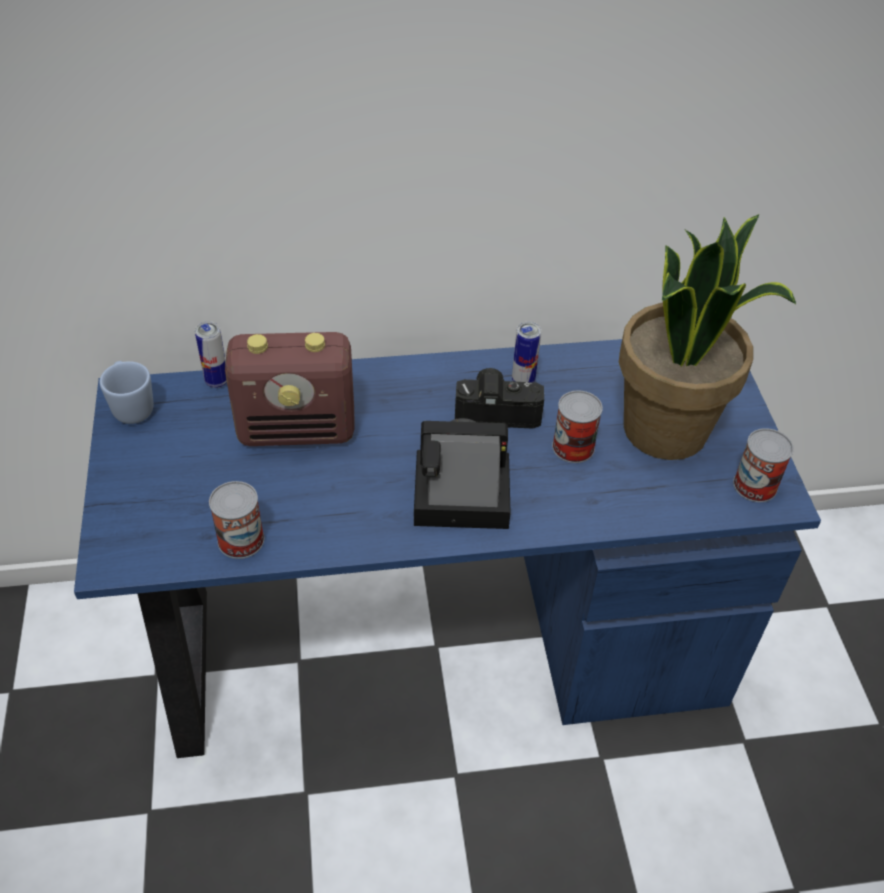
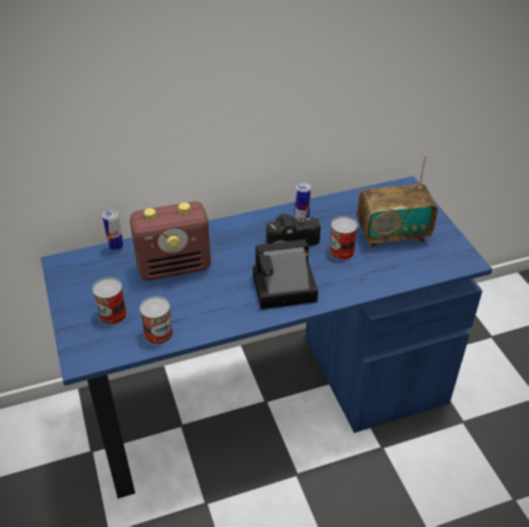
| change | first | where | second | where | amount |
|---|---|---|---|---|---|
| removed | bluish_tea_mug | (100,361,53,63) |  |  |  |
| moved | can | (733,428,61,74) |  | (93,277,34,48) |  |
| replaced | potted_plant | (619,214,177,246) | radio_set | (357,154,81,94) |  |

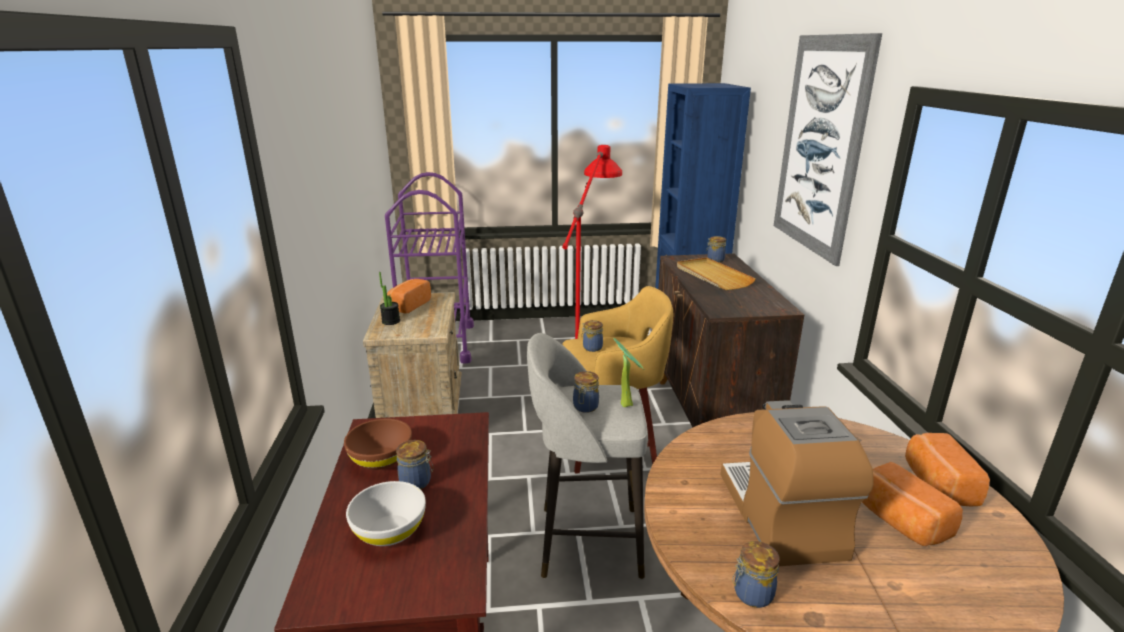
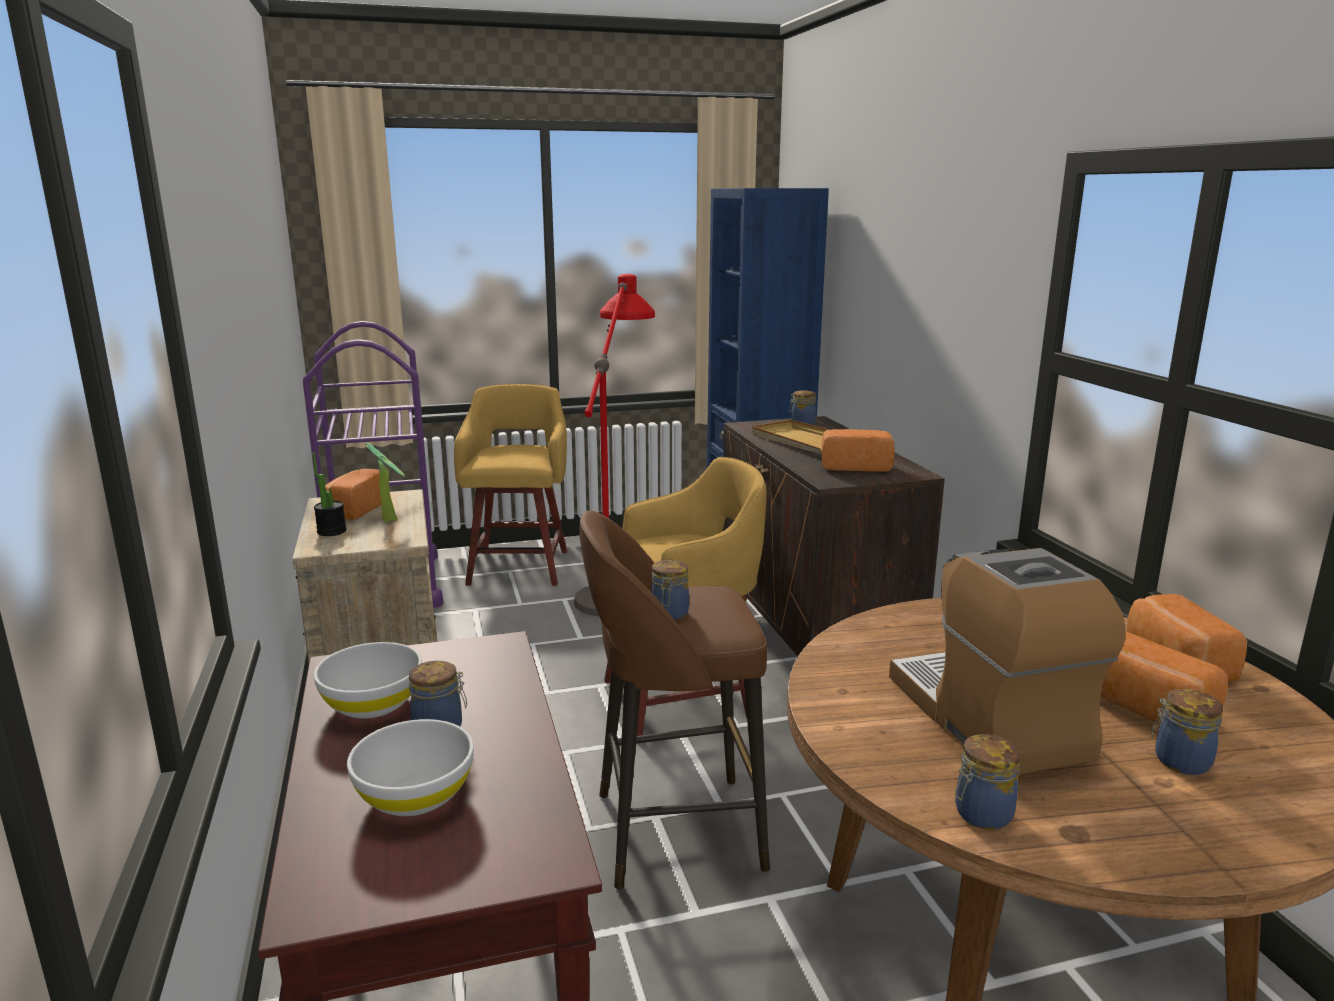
| change | first | where | second | where | amount |
|---|---|---|---|---|---|
| removed | picture | (774,33,108,233) |  |  |  |
| added |  |  | yellow-coloured_sitting_stool | (454,384,113,202) |  |
| added |  |  | bakery_bread | (822,429,73,43) |  |
| moved | storage_jar | (581,320,22,32) |  | (1151,689,72,86) |  |
| moved | potted_plant | (613,338,32,69) |  | (365,442,40,80) |  |
| recoloured | brown_bowl | (344,419,68,51) | white-coloured_bowl | (314,642,108,77) |  |
| recoloured | grey_sitting_stool | (527,333,121,246) | brown_sitting_stool | (579,510,191,380) |  |

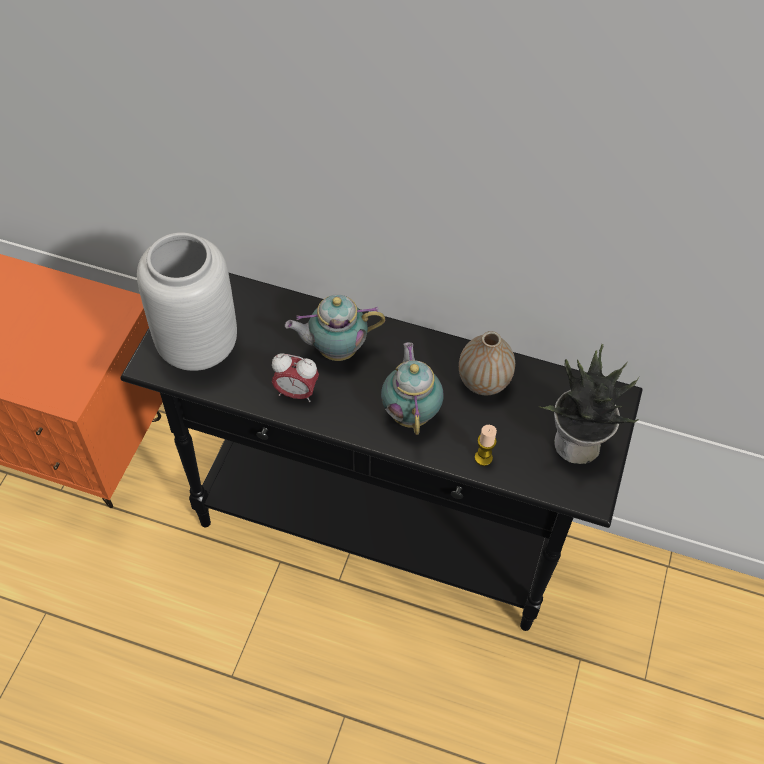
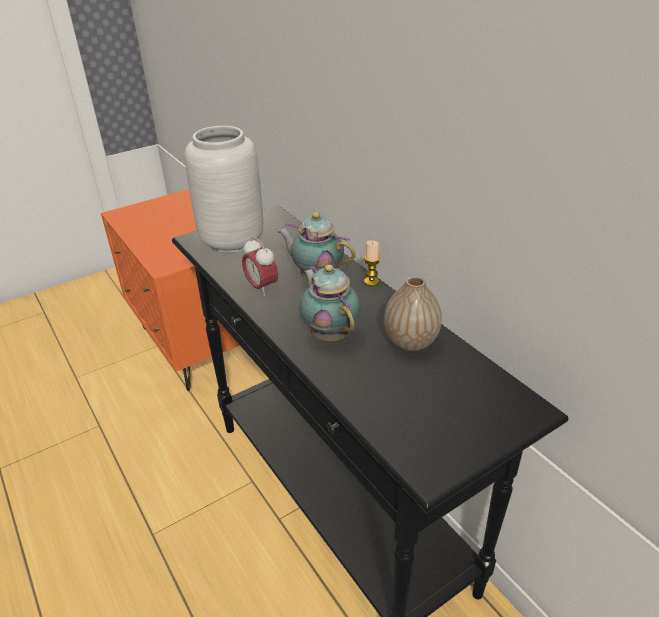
| change | first | where | second | where | amount |
|---|---|---|---|---|---|
| removed | potted_plant | (539,344,101,120) |  |  |  |
| moved | wax_light | (475,425,22,41) |  | (364,240,16,46) |  |
| turned | teapot | (381,342,62,93) |  | (300,265,60,76) | 60 degrees counterclockwise |

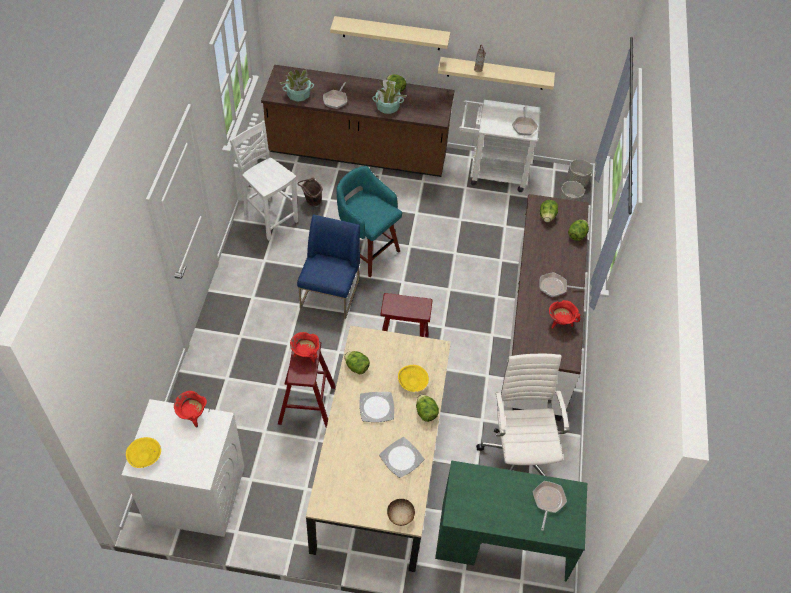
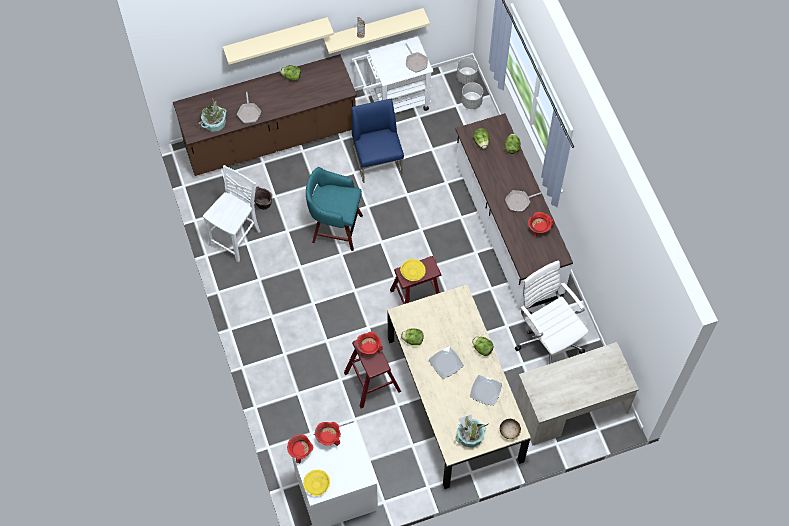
| change | first | where | second | where | amount |
|---|---|---|---|---|---|
| removed | skillet | (533,481,34,50) |  |  |  |
| added |  |  | red_stockpot | (287,434,26,30) |  |
| moved | bluish_upright_chair | (297,214,63,105) |  | (351,98,53,85) |  |
| moved | potted_plant | (372,79,35,35) |  | (455,414,33,34) |  |
| moved | yellow-coloured_bowl | (398,365,31,27) |  | (400,259,25,22) |  |
| recoloured | green-coloured_desk_unit | (435,460,152,121) | beige_desk_unit | (515,342,124,104) |  |
| turned | white-coloured_upright_chair | (230,121,68,120) |  | (203,165,58,97) | 105 degrees clockwise |

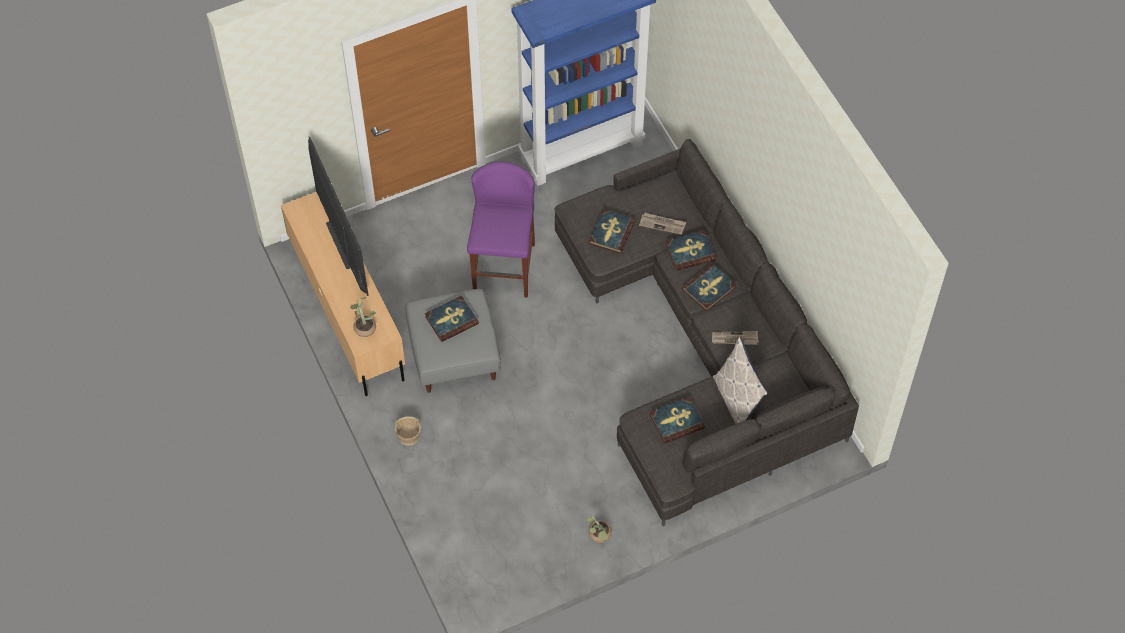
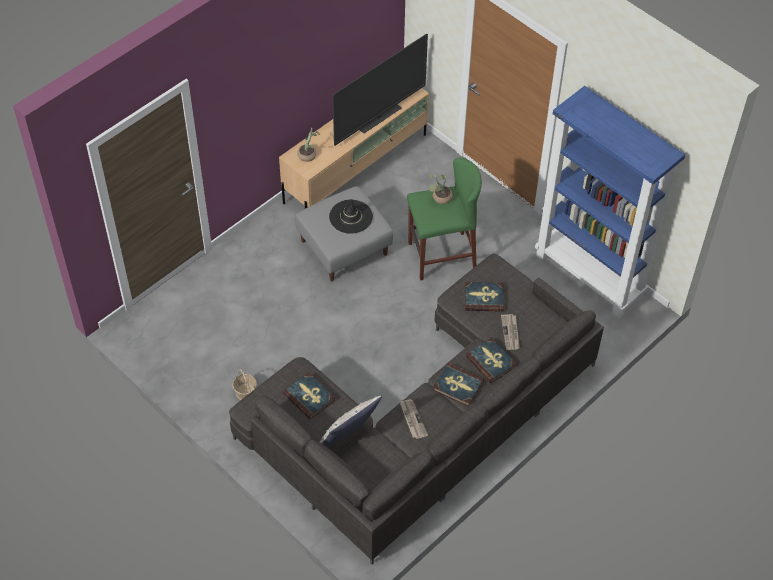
| change | first | where | second | where | amount |
|---|---|---|---|---|---|
| moved | storage_basket | (394,416,27,30) |  | (232,369,25,31) |  |
| moved | potted_plant | (587,516,25,27) |  | (429,174,24,30) |  |
| replaced | book | (425,295,54,47) | black_wearable_hat | (329,199,44,35) |  |
| recoloured | purplish_sitting_stool | (467,162,68,136) | green-coloured_sitting_stool | (407,158,75,123) |  |

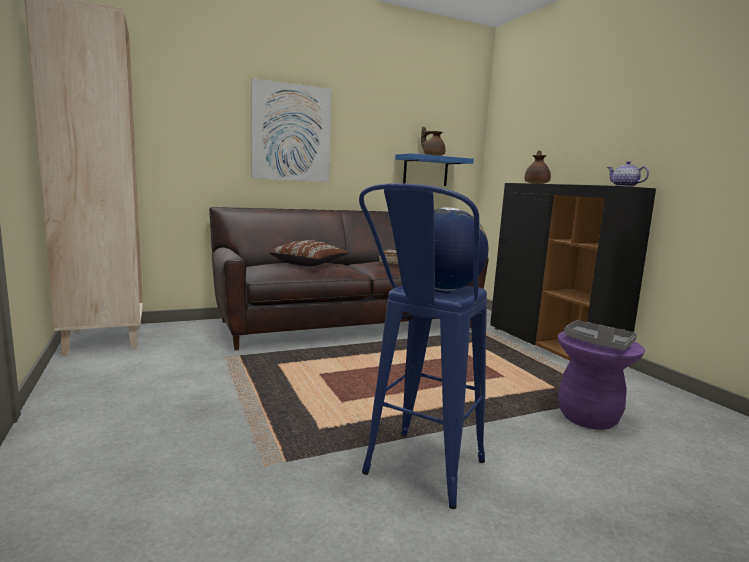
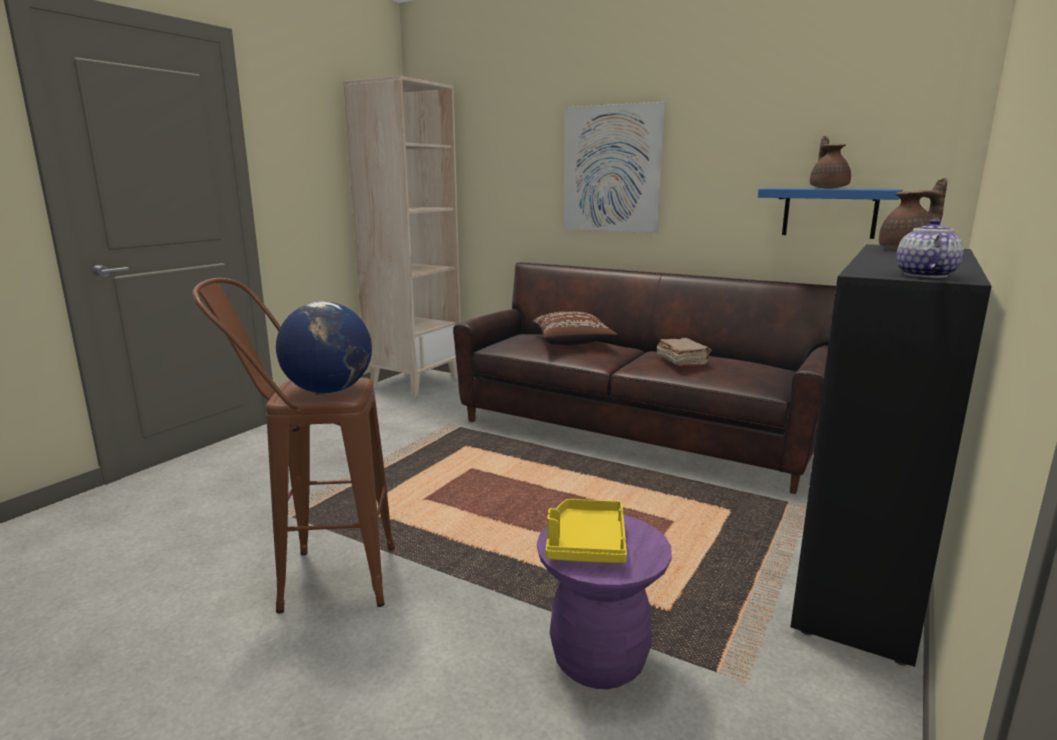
| change | first | where | second | where | amount |
|---|---|---|---|---|---|
| recoloured | bluish_sitting_stool | (359,183,128,326) | brown_sitting_stool | (193,278,202,335) |  |
| recoloured | grey_tray | (564,320,73,30) | yellow-coloured_tray | (546,499,81,64) |  |

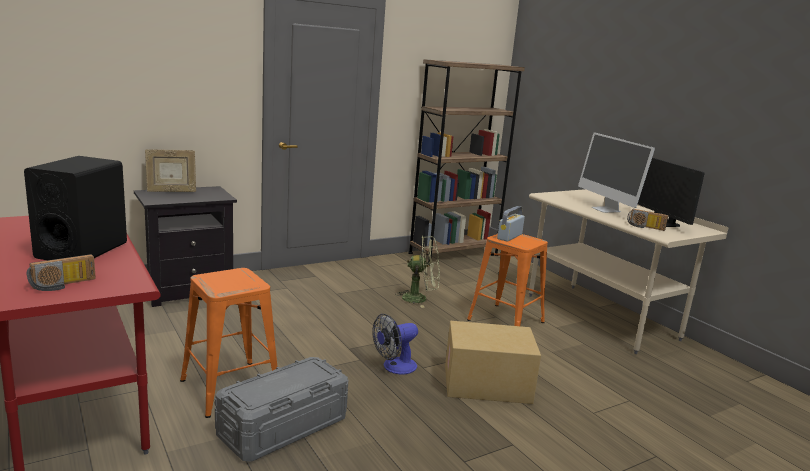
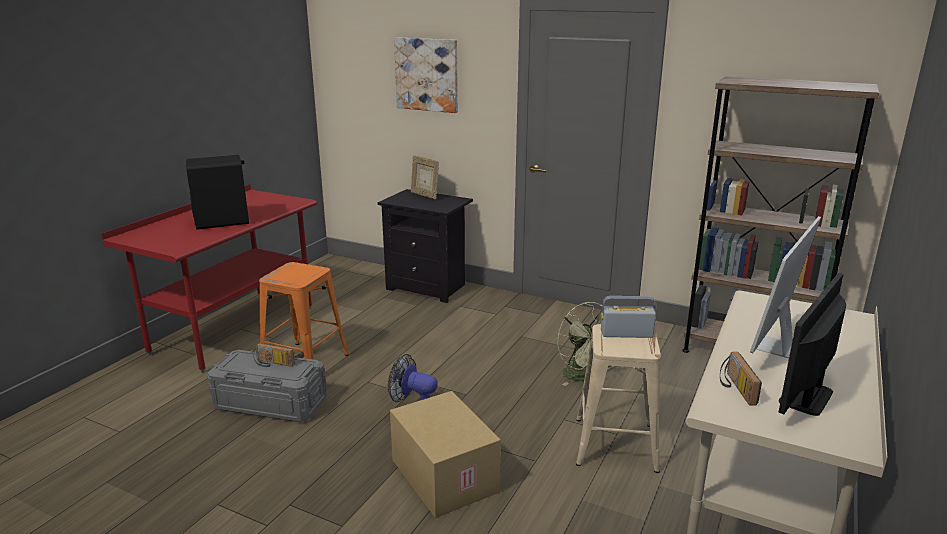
| change | first | where | second | where | amount |
|---|---|---|---|---|---|
| added |  |  | picture | (394,37,64,76) |  |
| moved | radio_set | (27,254,69,37) |  | (253,343,42,24) |  |
| recoloured | orangey_sitting_stool | (467,234,81,92) | beige_sitting_stool | (576,324,85,149) |  |

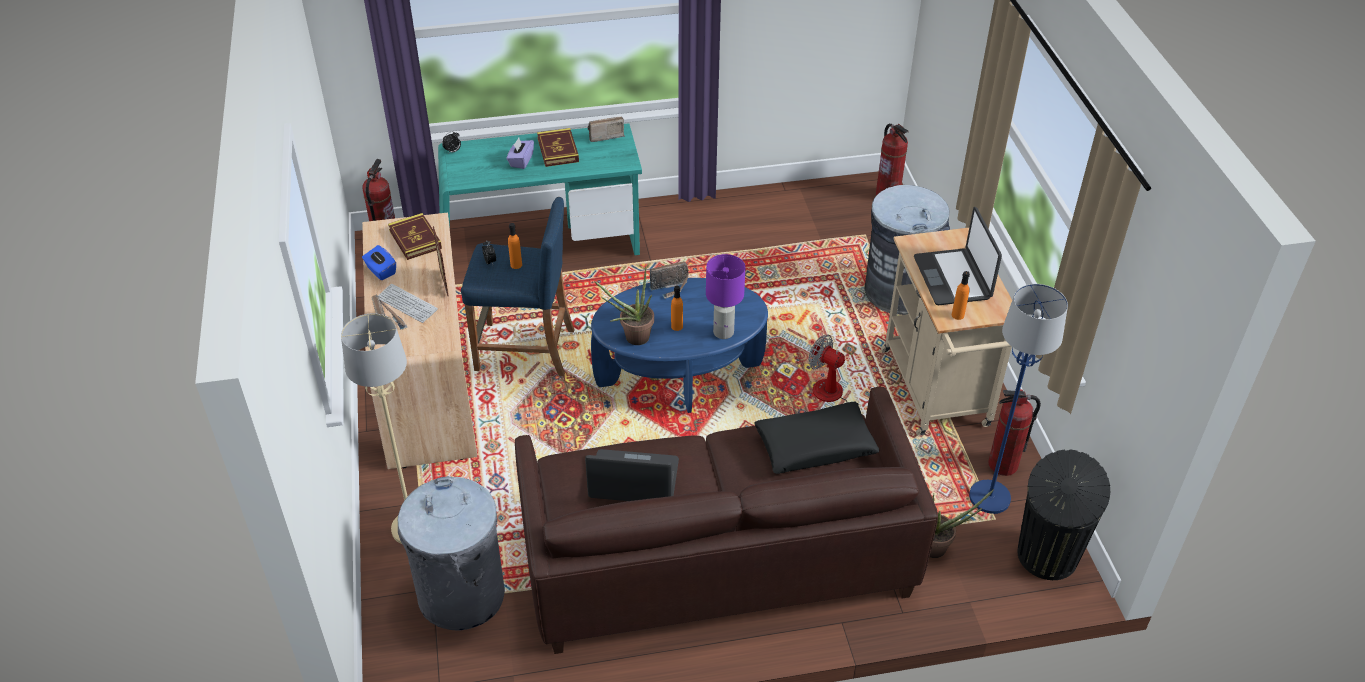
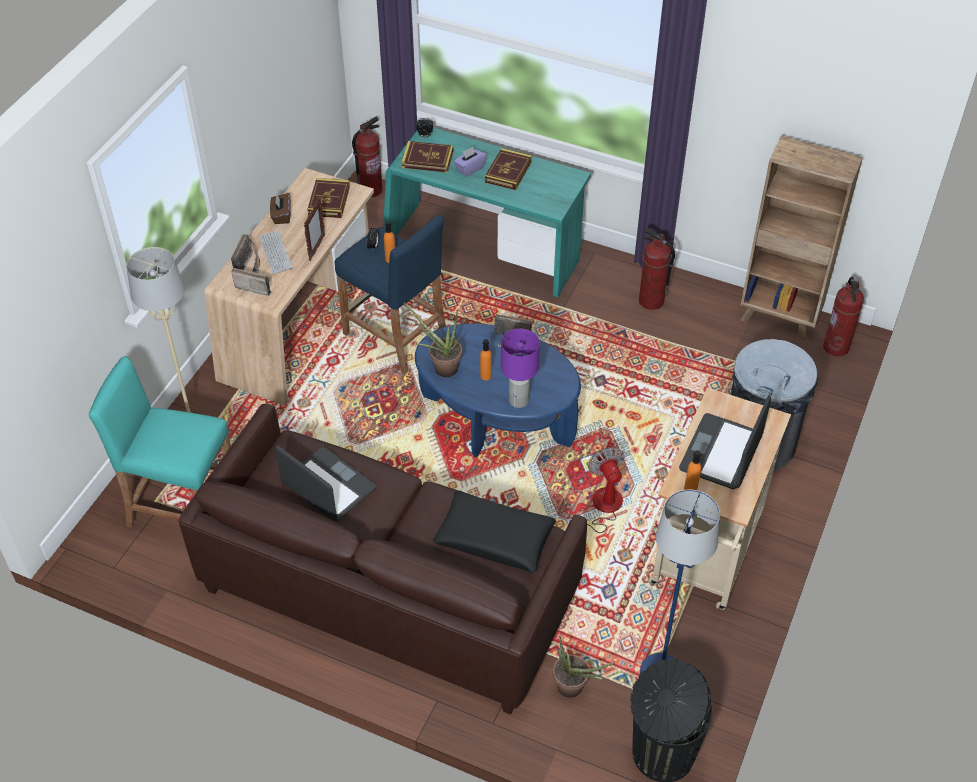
| change | first | where | second | where | amount |
|---|---|---|---|---|---|
| added |  |  | book | (401,141,52,32) |  |
| added |  |  | brown_shelving_unit | (741,135,122,206) |  |
| moved | radio_set | (588,116,37,26) |  | (232,268,40,28) |  |
| moved | fire-fighting_cylinder | (988,389,53,87) |  | (639,228,36,82) |  |
| replaced | grey_trash_can | (398,476,107,154) | blue-green_sitting_stool | (89,356,142,172) |  |
| recoloured | bluish_box_of_tissues | (362,245,34,35) | brown_box_of_tissues | (270,193,21,31) |  |

